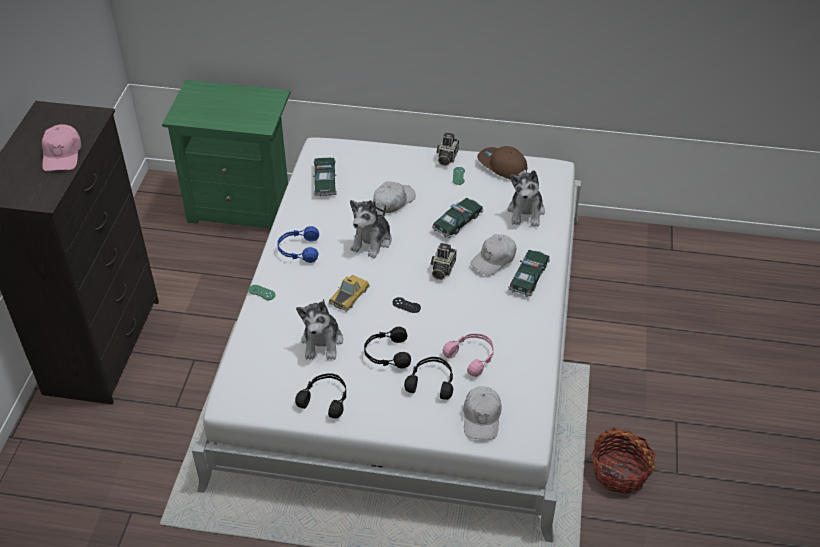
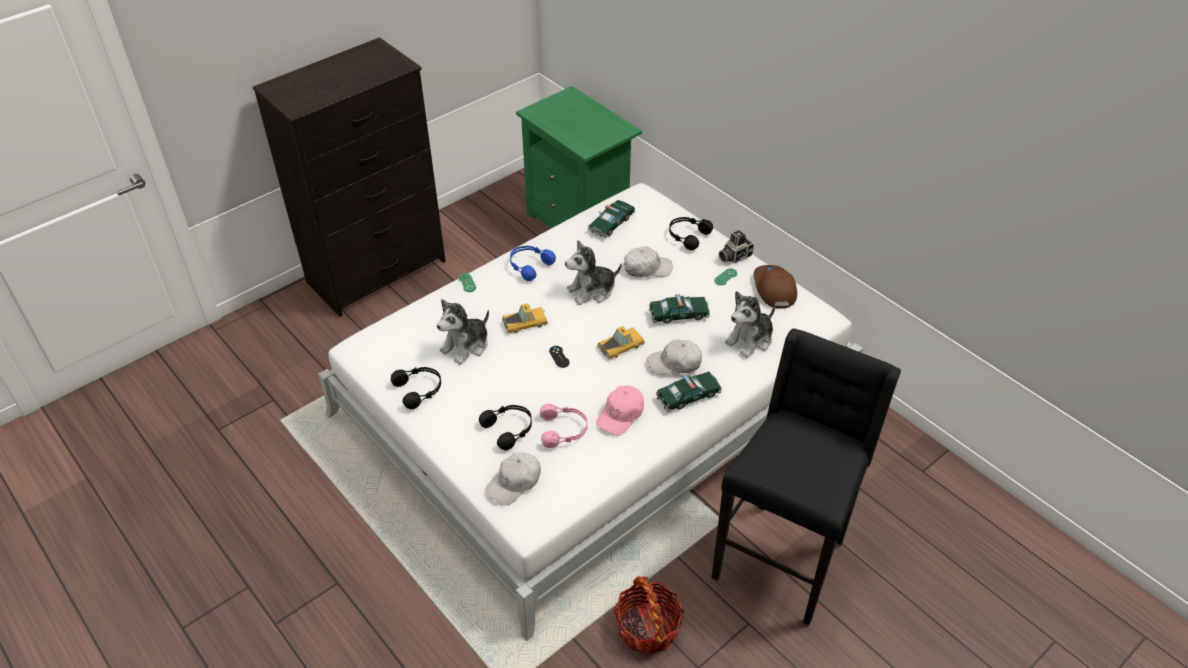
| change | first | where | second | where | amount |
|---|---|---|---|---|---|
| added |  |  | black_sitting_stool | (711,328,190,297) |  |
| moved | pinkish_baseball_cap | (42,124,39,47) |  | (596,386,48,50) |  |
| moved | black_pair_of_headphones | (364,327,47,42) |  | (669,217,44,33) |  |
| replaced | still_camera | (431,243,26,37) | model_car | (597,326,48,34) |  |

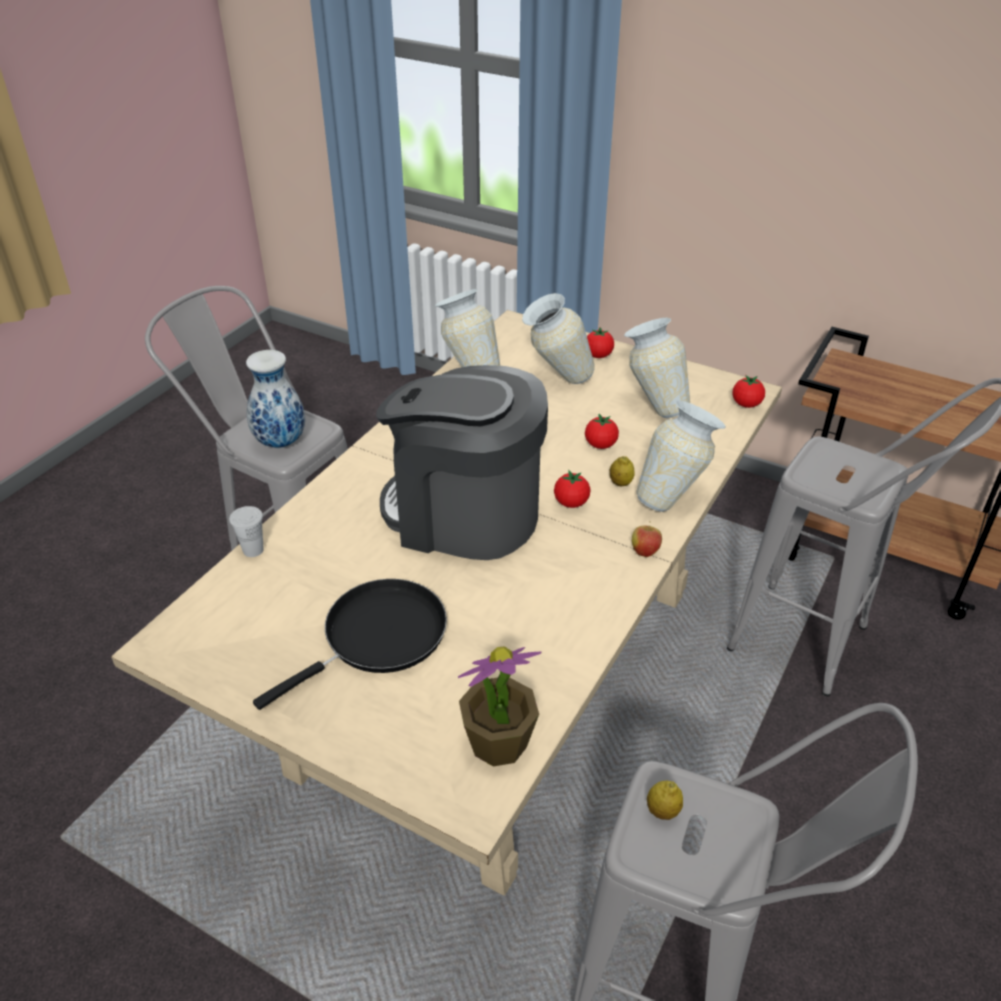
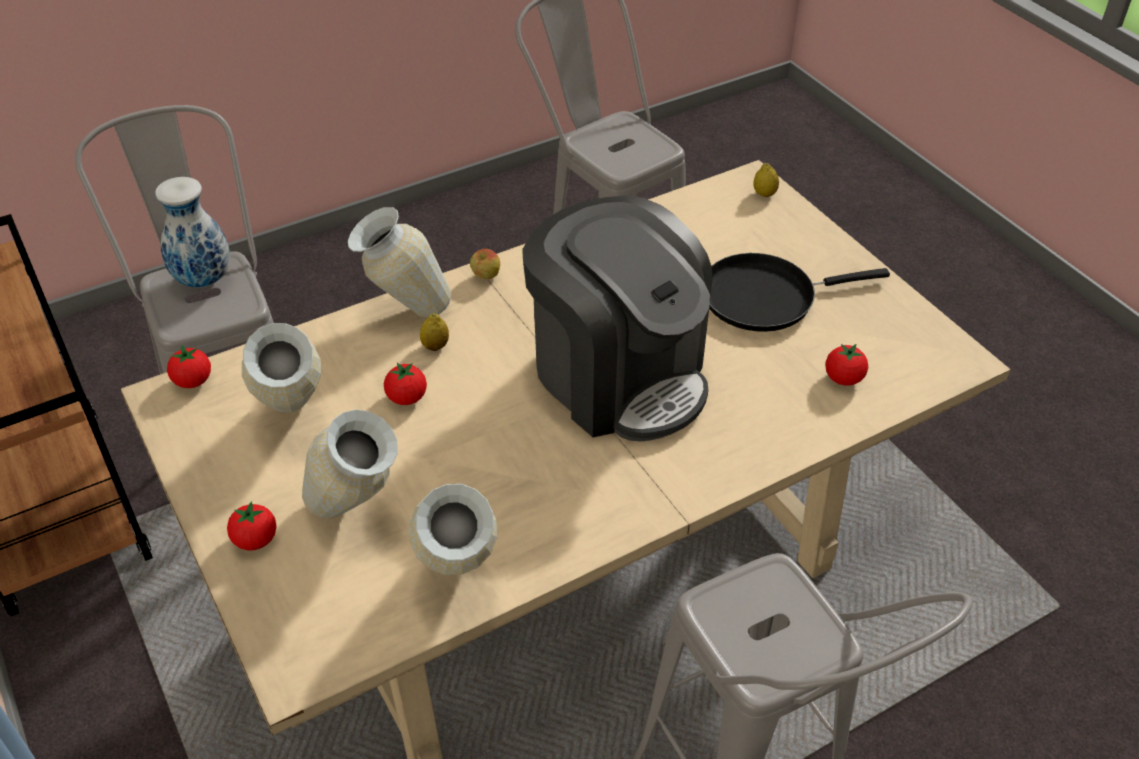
| change | first | where | second | where | amount |
|---|---|---|---|---|---|
| removed | white-coloured_drinking_cup | (229,506,35,51) |  |  |  |
| removed | potted_plant | (458,646,83,120) |  |  |  |
| moved | flower_vase | (246,350,59,98) |  | (155,177,75,111) |  |
| moved | whole_tomato | (554,470,37,38) |  | (825,344,43,42) |  |
| moved | citrus_fruit | (647,781,36,39) |  | (753,163,26,34) |  |

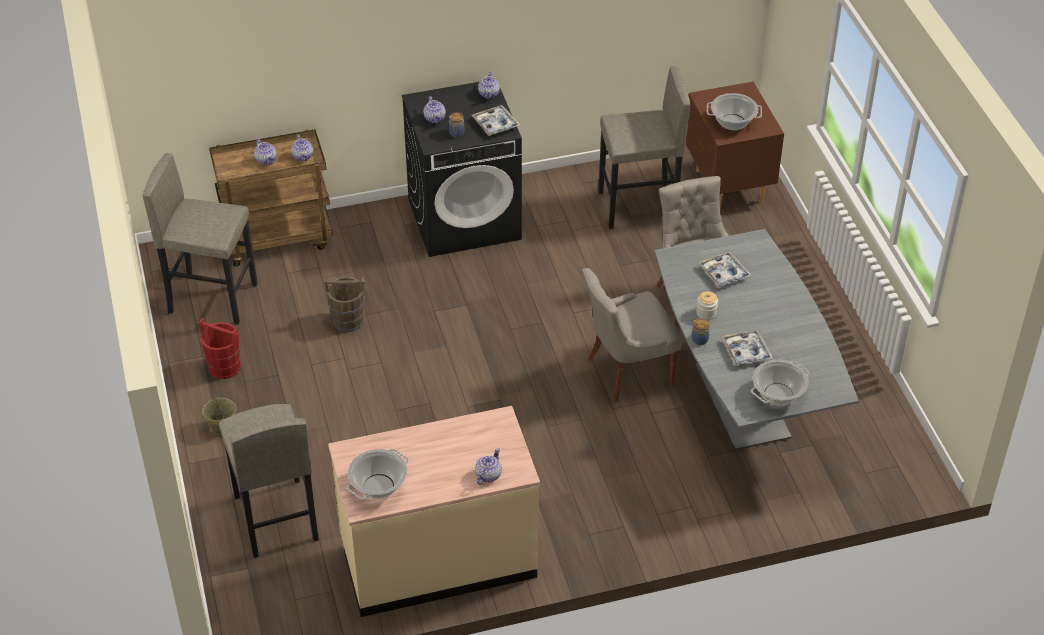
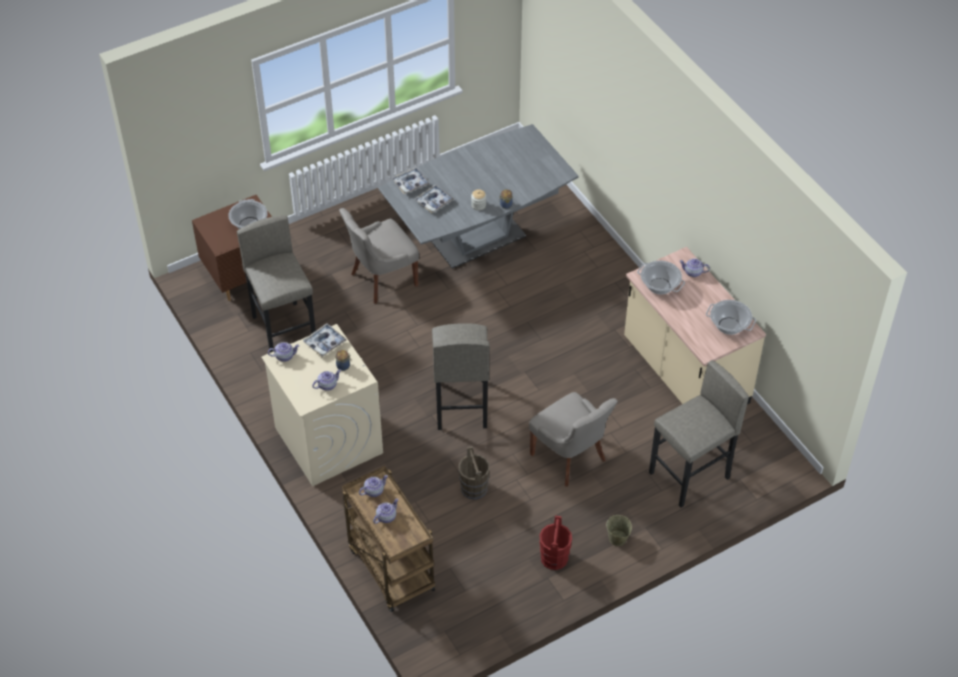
| change | first | where | second | where | amount |
|---|---|---|---|---|---|
| moved | grey_sitting_stool | (143,153,115,172) |  | (432,323,58,107) |  |
| moved | grey_upright_chair | (582,268,100,134) |  | (529,392,89,95) |  |
| moved | tray | (722,330,51,36) |  | (392,167,38,27) |  |
| moved | stockpot | (751,360,58,45) |  | (637,260,48,35) |  |
| recoloured | black_washing_machine | (402,79,120,178) | beige_washing_machine | (261,324,122,162) |  |

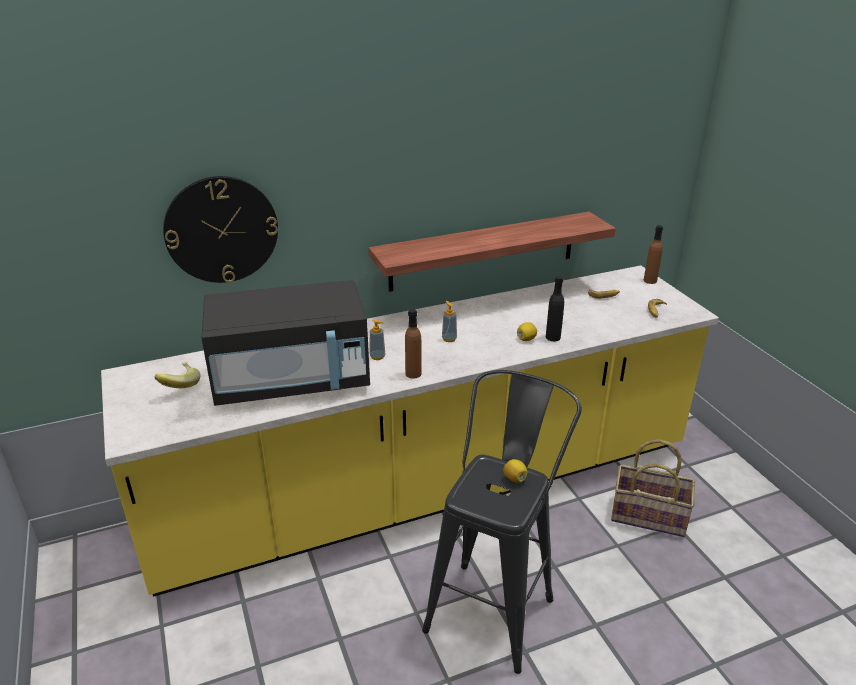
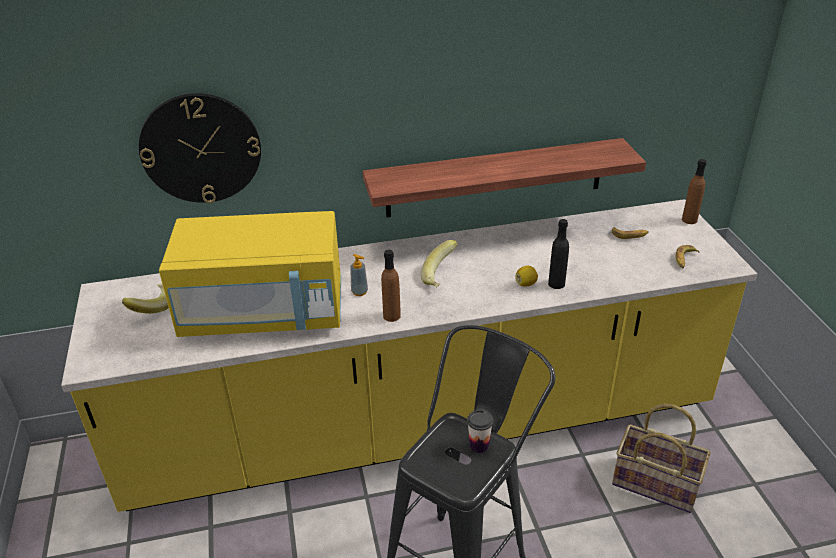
| change | first | where | second | where | amount |
|---|---|---|---|---|---|
| replaced | liquid_soap_bottle | (442,301,15,41) | banana_fruit | (421,240,37,48) |  |
| replaced | citrus_fruit | (503,459,25,24) | drinking_cup | (467,409,26,44) |  |
| recoloured | black_kitchen_microwave | (201,280,169,126) | yellow-coloured_kitchen_microwave | (159,211,182,126) |  |

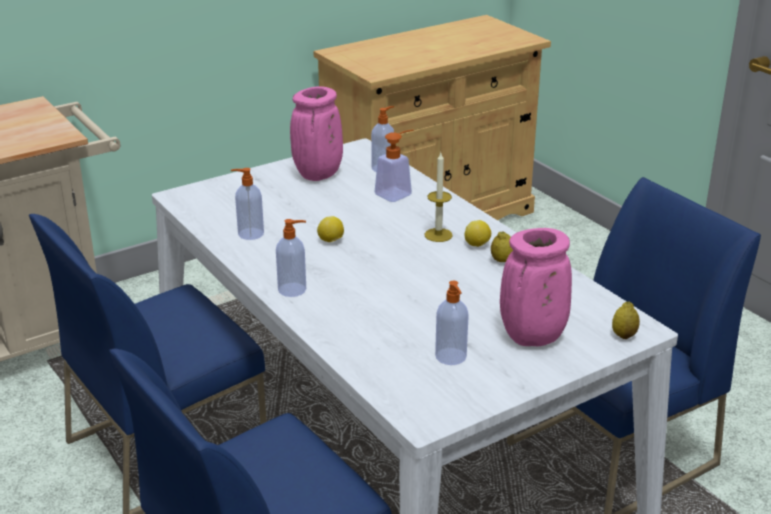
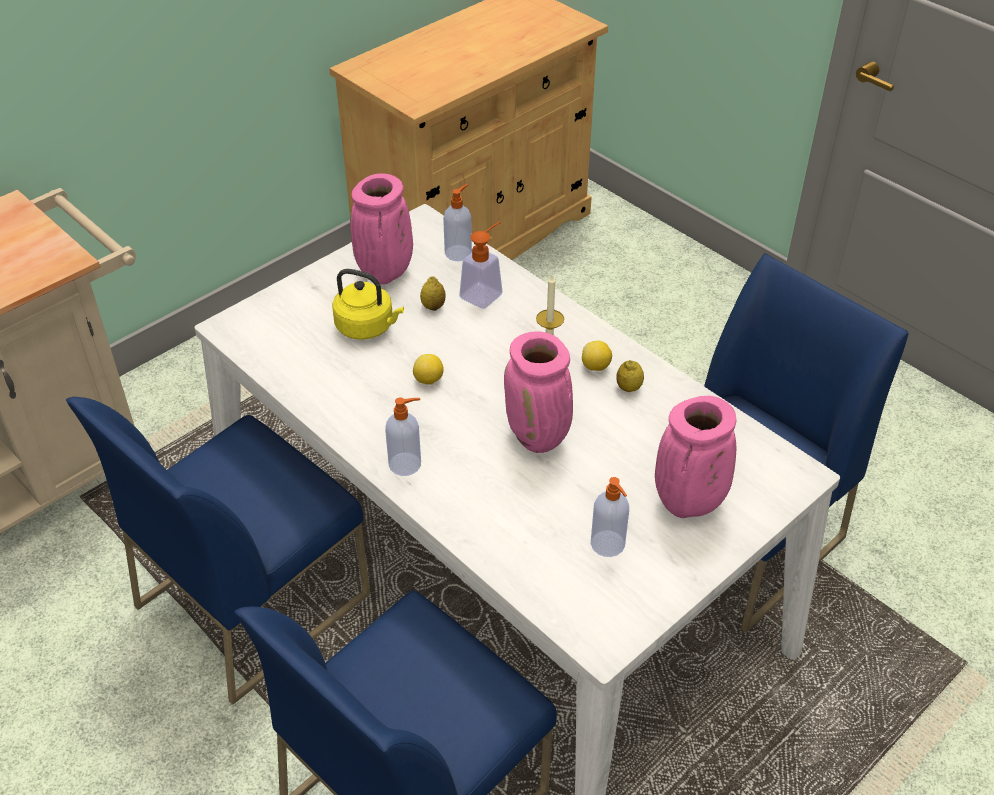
| change | first | where | second | where | amount |
|---|---|---|---|---|---|
| removed | liquid_soap_bottle | (231,168,33,72) |  |  |  |
| added |  |  | yellow-coloured_kettle | (332,269,72,71) |  |
| added |  |  | pinkish_flower_vase | (504,331,69,122) |  |
| moved | citrus_fruit | (612,302,28,37) |  | (420,276,26,35) |  |

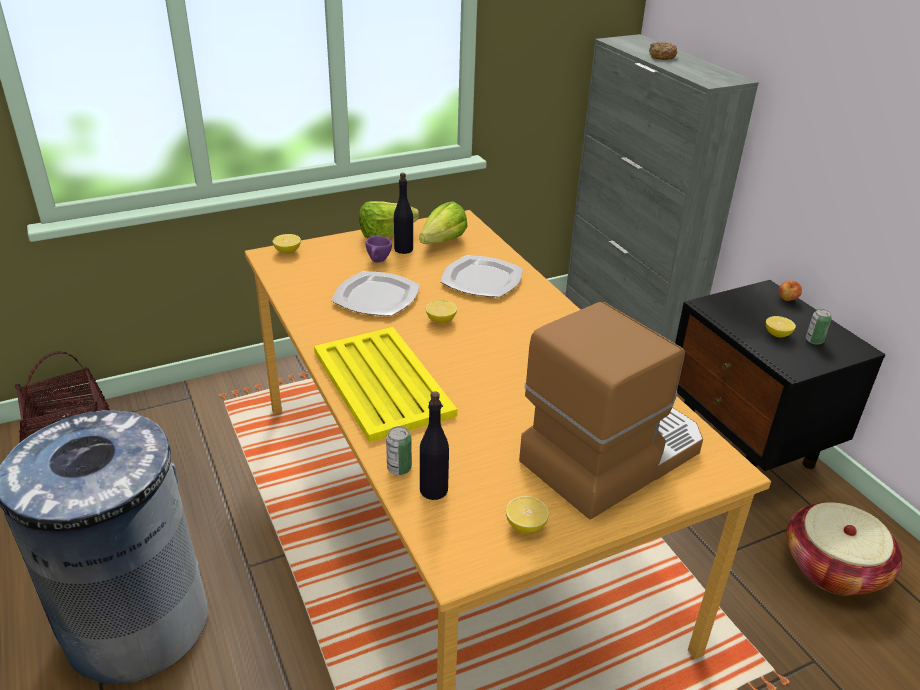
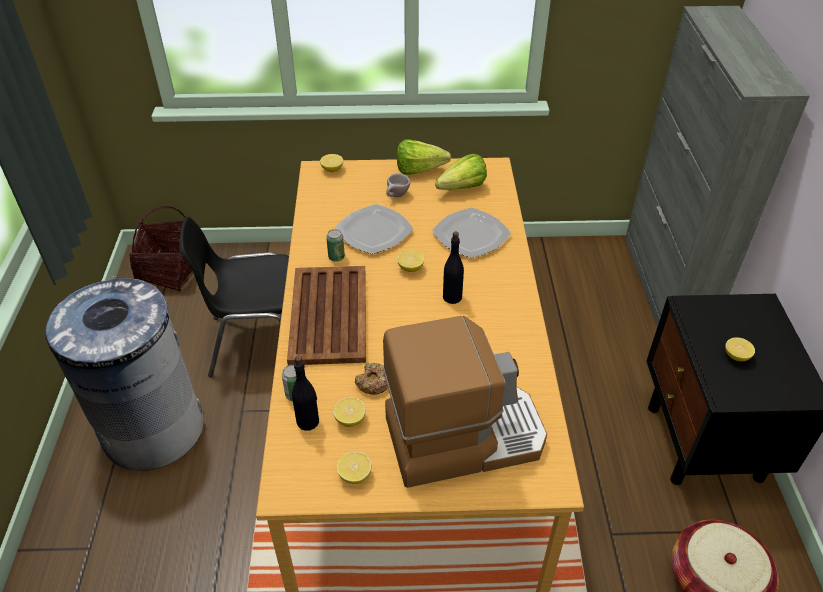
| change | first | where | second | where | amount |
|---|---|---|---|---|---|
| removed | apple | (779,280,23,21) |  |  |  |
| added |  |  | black_upright_chair | (179,217,110,160) |  |
| added |  |  | citrus_fruit | (333,397,33,30) |  |
| moved | black_drink_bottle | (394,173,19,81) |  | (443,232,21,72) |  |
| moved | doughnut | (649,42,29,18) |  | (355,363,33,32) |  |
| moved | can | (806,309,26,36) |  | (326,229,19,33) |  |
| recoloured | yellow-coloured_tray | (314,327,143,115) | brown_tray | (287,266,79,99) |  |
| recoloured | purplish_drinking_cup | (366,236,26,27) | beige_drinking_cup | (386,173,24,24) |  |

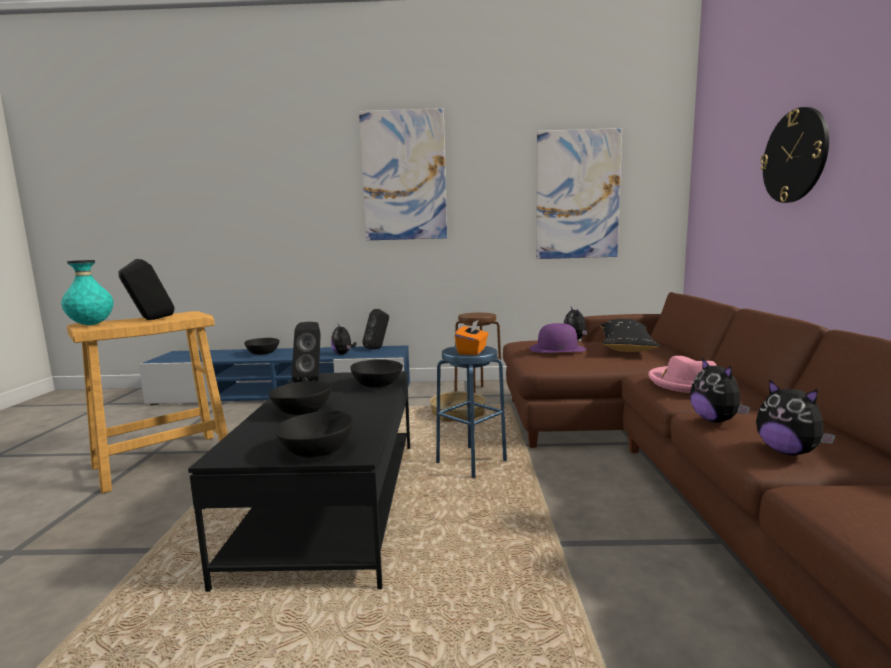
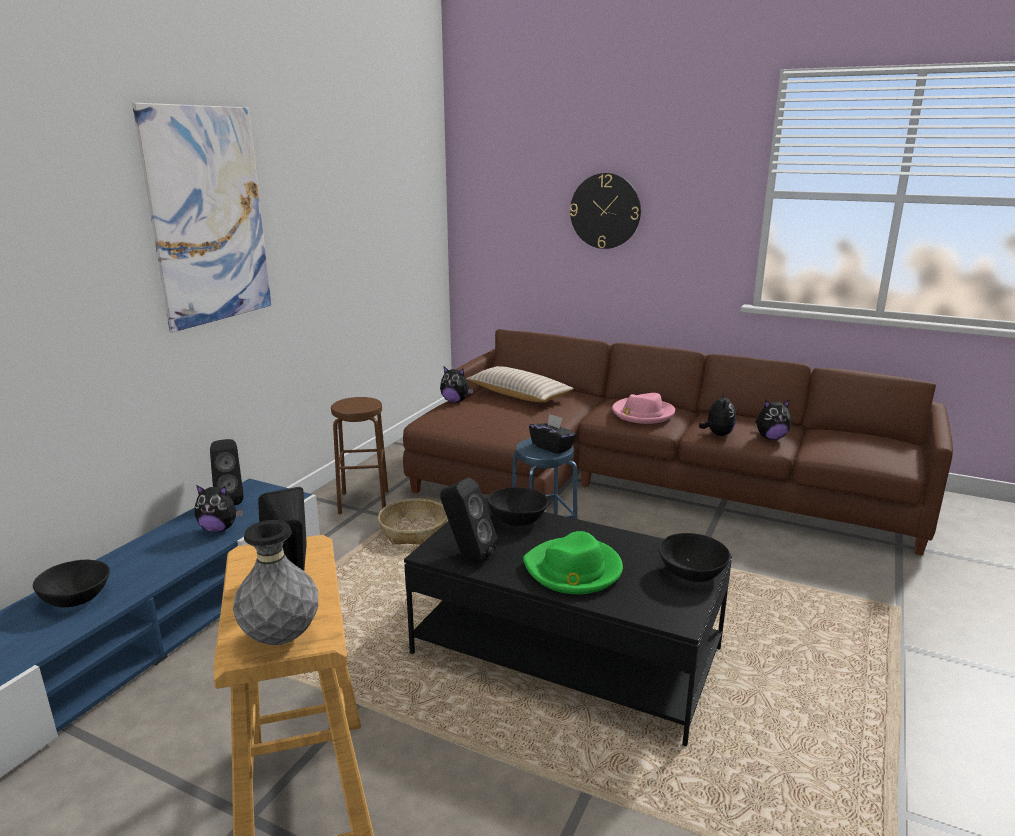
| change | first | where | second | where | amount |
|---|---|---|---|---|---|
| removed | purplish_wearable_hat | (529,323,57,30) |  |  |  |
| removed | picture | (536,128,86,131) |  |  |  |
| replaced | black_bowl | (269,381,63,34) | green-coloured_wearable_hat | (523,531,100,63) |  |
| recoloured | blue-green_flower_vase | (61,260,52,65) | grey_flower_vase | (233,520,85,125) |  |
| recoloured | orangey_box_of_tissues | (455,320,33,35) | black_box_of_tissues | (529,414,47,40) |  |
| recoloured | black_pillow | (600,319,60,33) | beige_pillow | (466,366,108,37) |  |
| turned | plush_toy | (690,358,60,65) |  | (699,393,37,43) | 90 degrees counterclockwise |

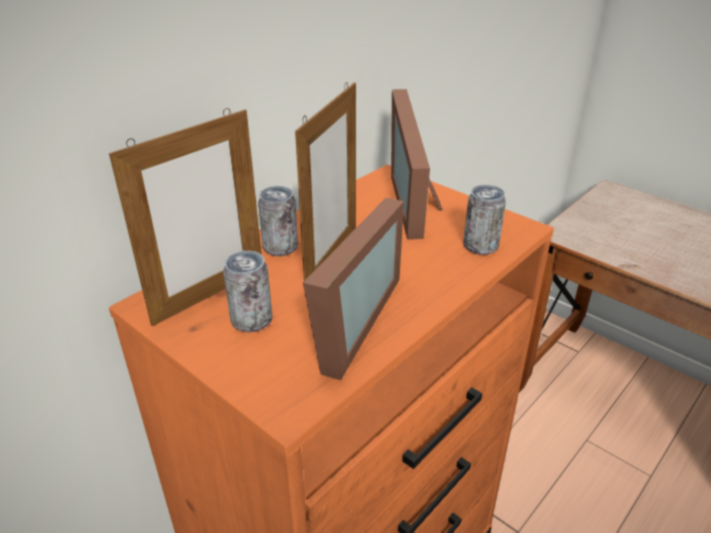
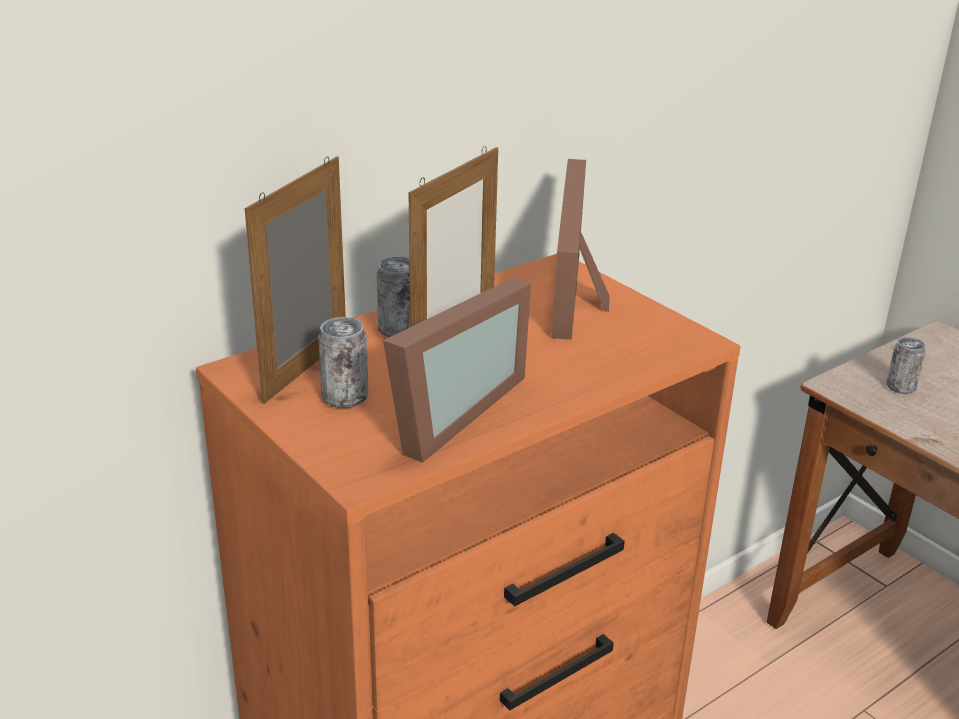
| change | first | where | second | where | amount |
|---|---|---|---|---|---|
| moved | can | (463,185,43,70) |  | (886,337,40,57) |  |
| turned | standing_frame | (109,108,153,219) |  | (245,156,101,248) | 150 degrees clockwise |

